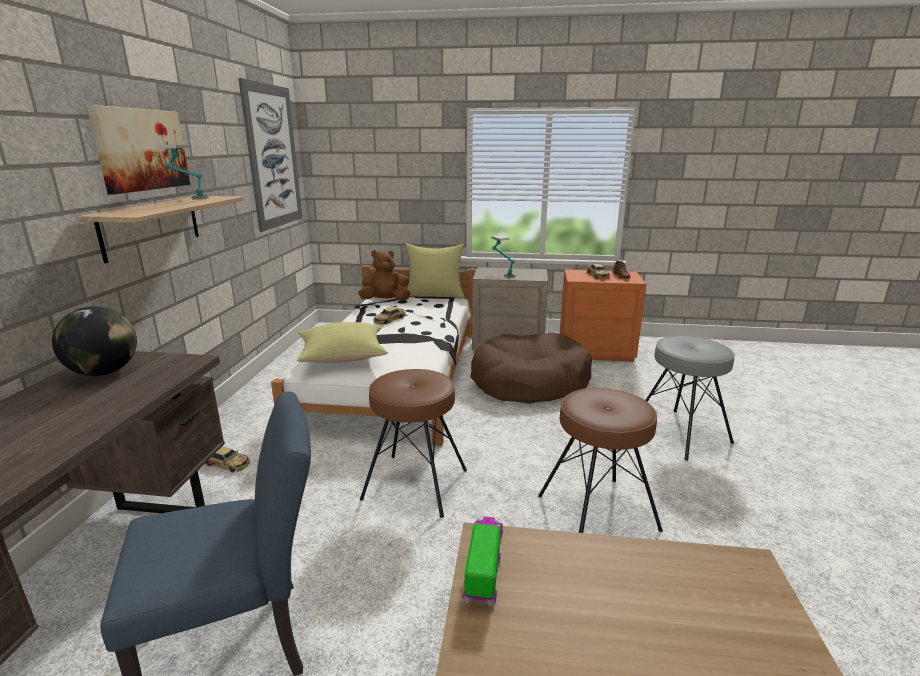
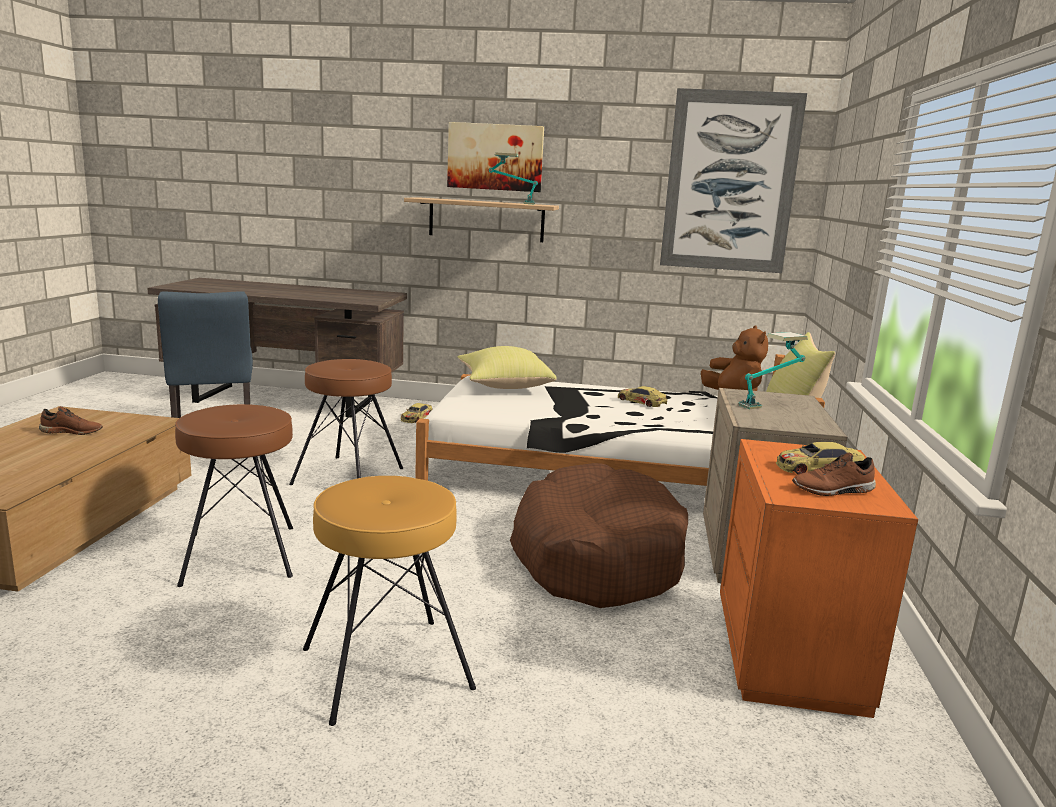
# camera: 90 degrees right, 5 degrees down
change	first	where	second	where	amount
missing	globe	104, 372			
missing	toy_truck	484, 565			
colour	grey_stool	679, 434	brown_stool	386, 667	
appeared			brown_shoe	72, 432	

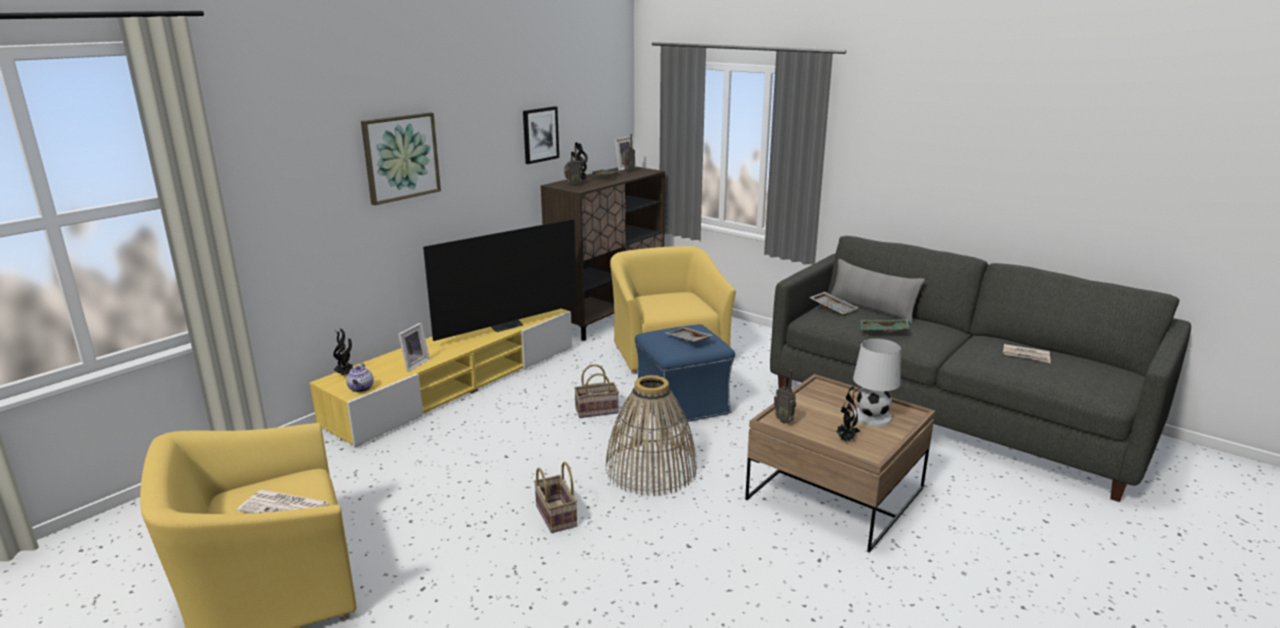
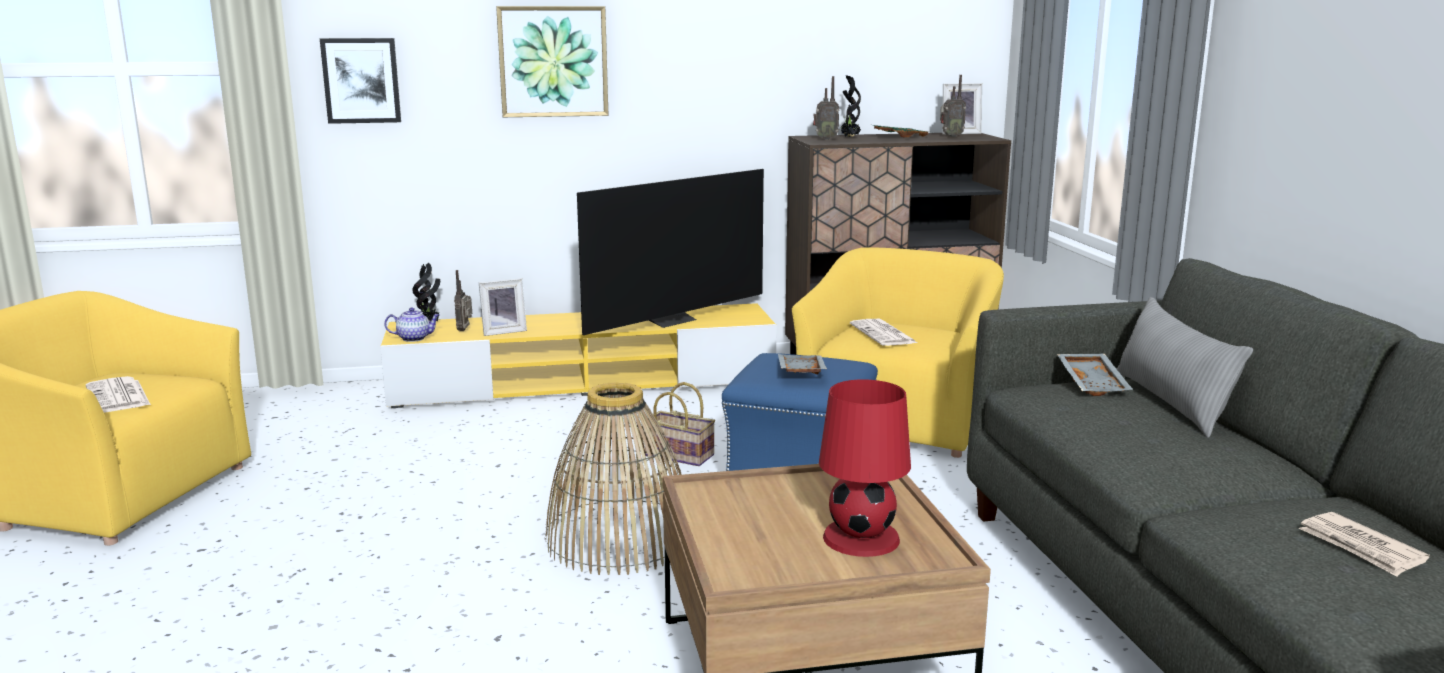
# camera: 40 degrees right, 5 degrees down
change	first	where	second	where	amount
spun	teapot	361, 389		414, 338	135 degrees counterclockwise
spun	television	505, 325		670, 320	45 degrees counterclockwise
relocated	picture	540, 134		361, 80	
missing	basket	554, 515			
relocated	radio	784, 420		465, 330	
missing	potted_plant	846, 440			
colour	white_table_lamp	871, 416	red_table_lamp	861, 538	
missing	green_tray	883, 331			
appeared			newspaper	884, 334	

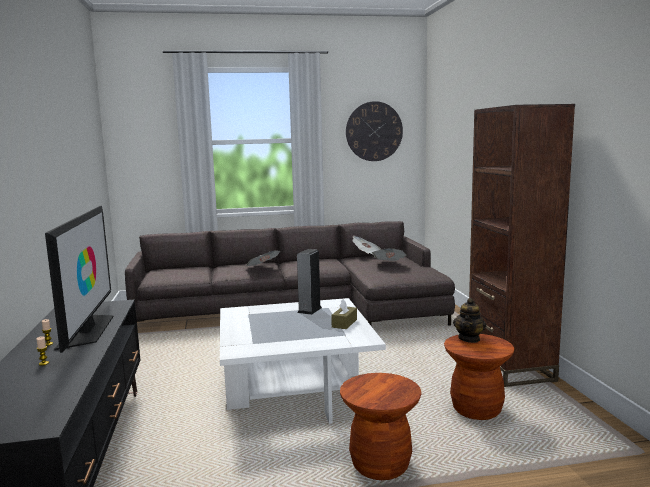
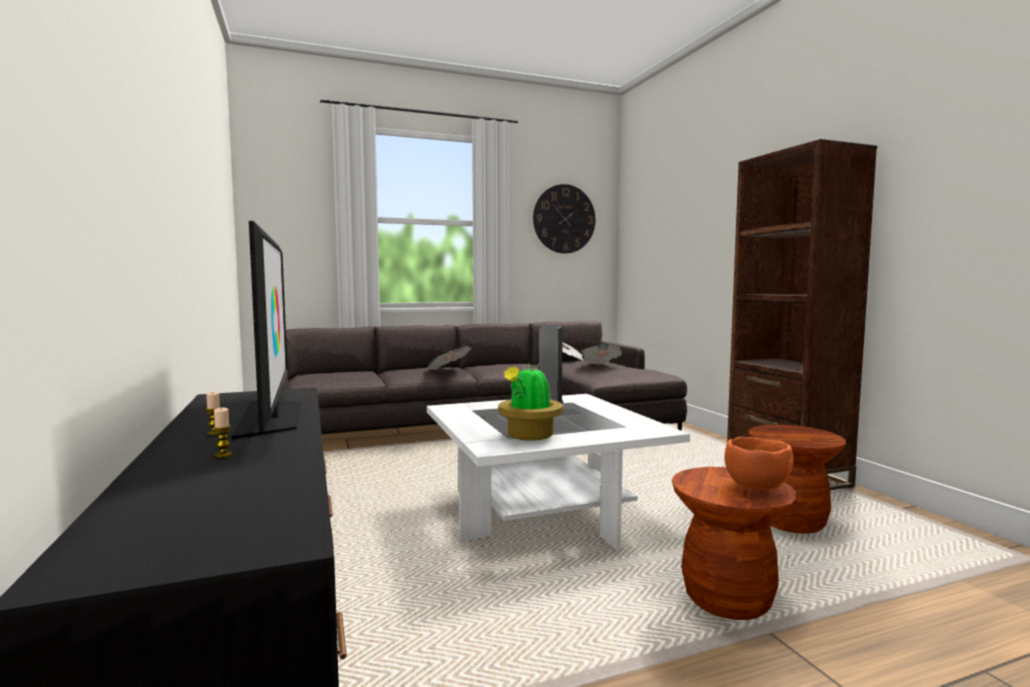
# camera: 10 degrees left, 5 degrees down
change	first	where	second	where	amount
missing	brown_tissue_box	344, 323			
missing	teapot	469, 339			
appeared			potted_plant	529, 436	
appeared			orange_bowl	757, 488	

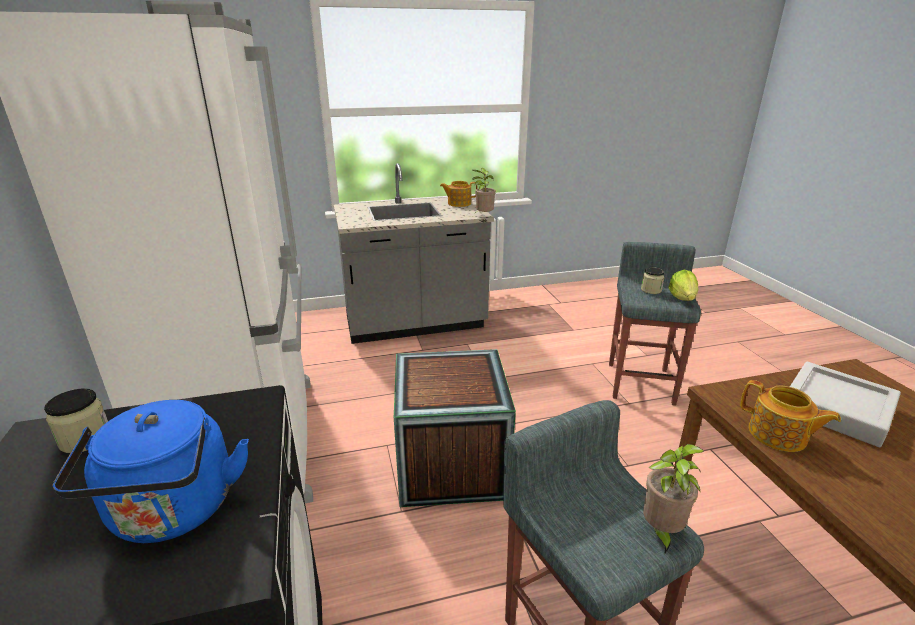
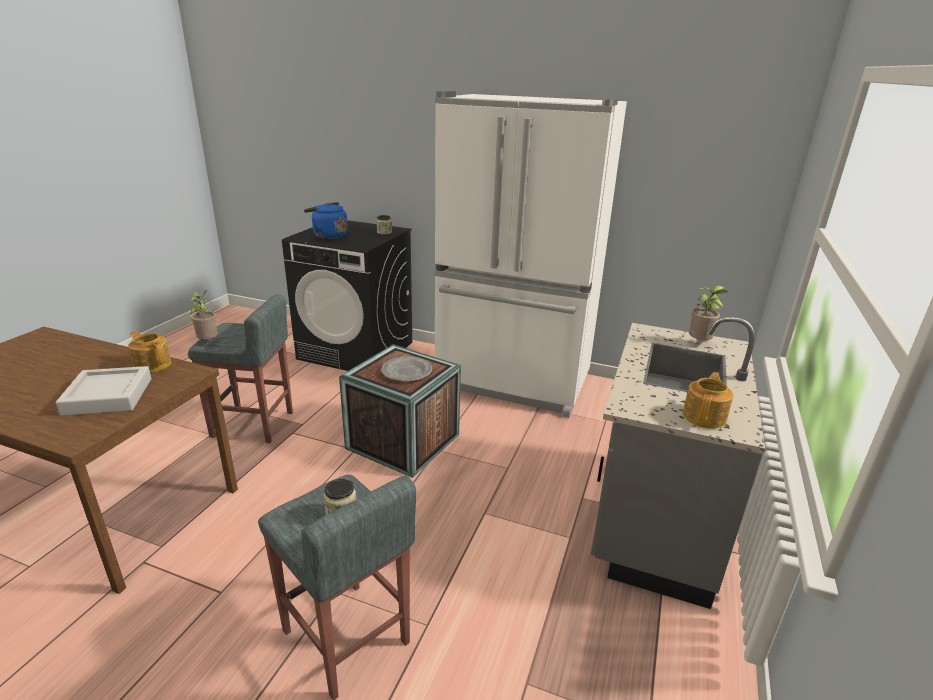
# camera: 125 degrees right, 0 degrees up
change	first	where	second	where	amount
relocated	potted_plant	483, 216		700, 344	
missing	lettuce	682, 298			
spun	teapot	778, 435		152, 364	45 degrees clockwise
appeared			grey_plate	407, 372	

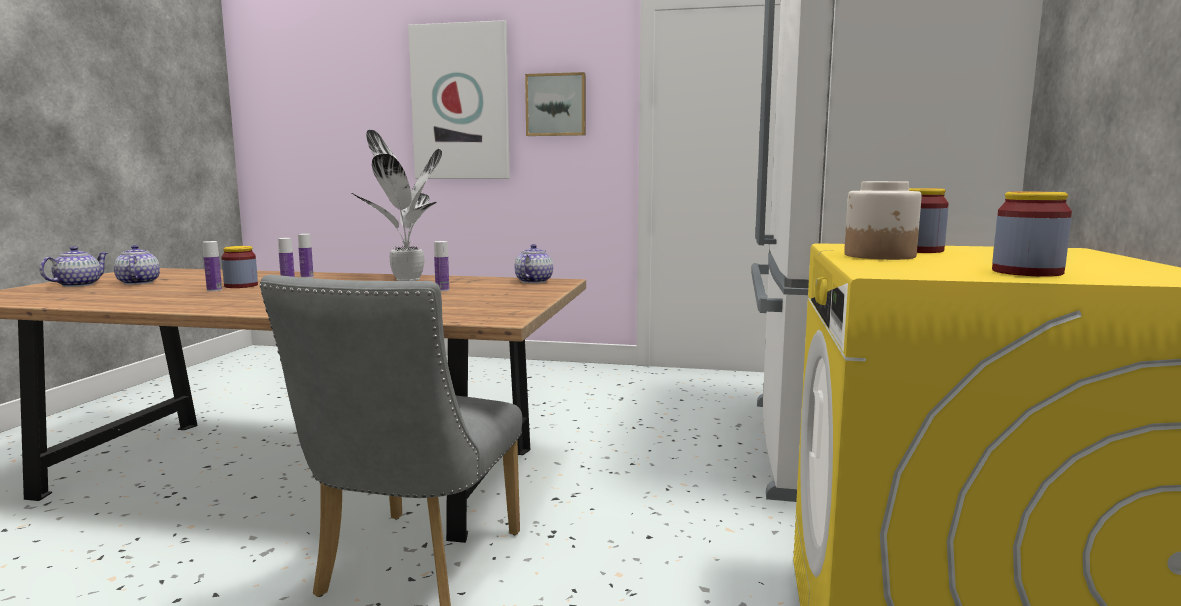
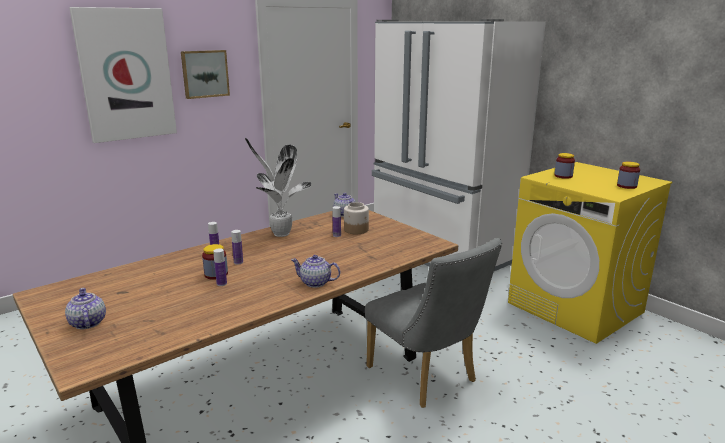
# camera: 50 degrees left, 10 degrees up
change	first	where	second	where	amount
relocated	teapot	138, 282		316, 283	
relocated	jar	880, 256		356, 230	

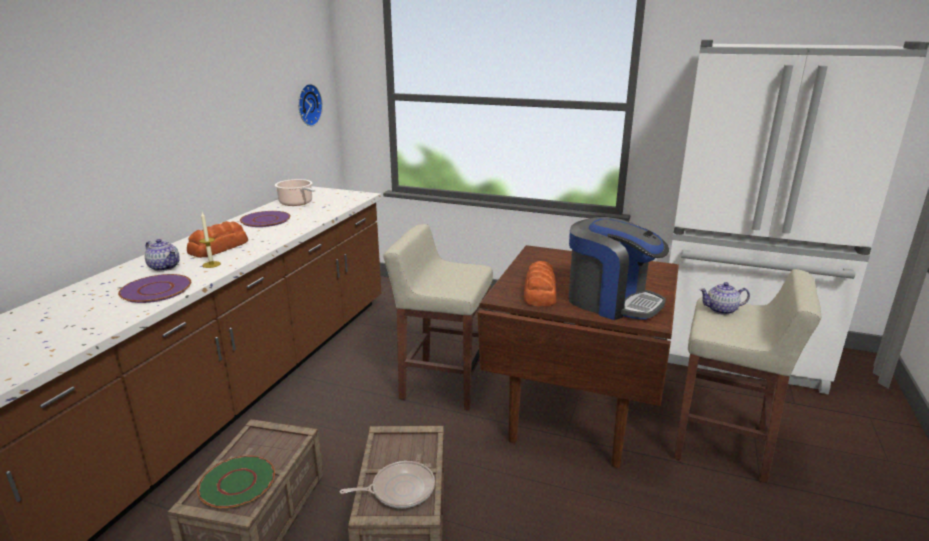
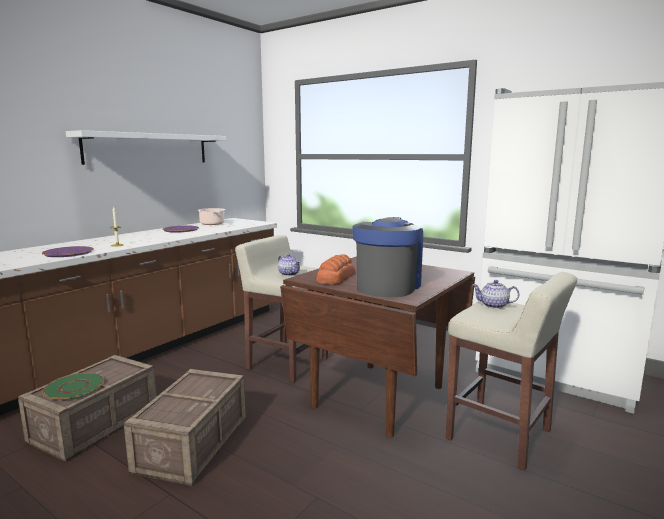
# camera: 15 degrees right, 10 degrees down
change	first	where	second	where	amount
relocated	teapot	164, 267		289, 274	
missing	bread	219, 248			
missing	wall_clock	307, 105			
missing	frying_pan	399, 489			
spun	coffee_machine	611, 301		387, 286	120 degrees counterclockwise
appeared			white_shelf	148, 148	

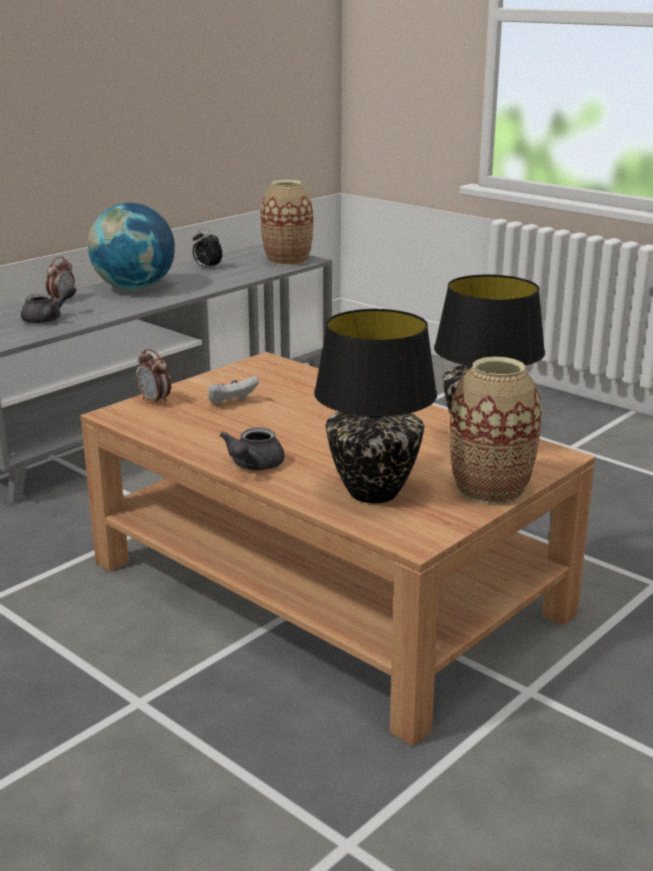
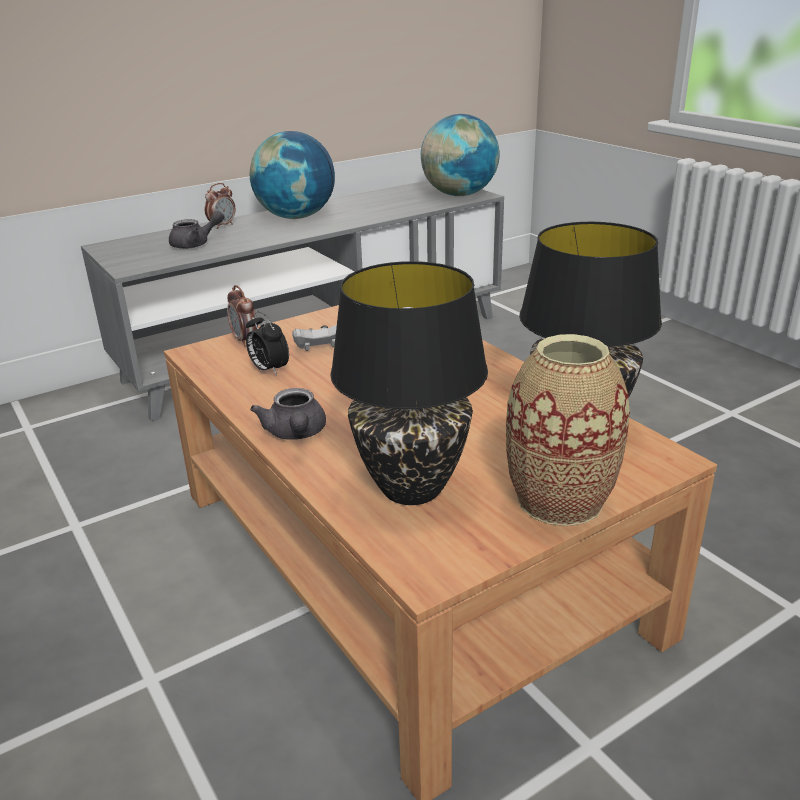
# camera: 15 degrees right, 5 degrees up
change	first	where	second	where	amount
relocated	alarm_clock	207, 267		268, 370	
spun	grey_teapot	253, 466		295, 434	45 degrees counterclockwise
exchanged	vase	287, 260	globe	459, 195	

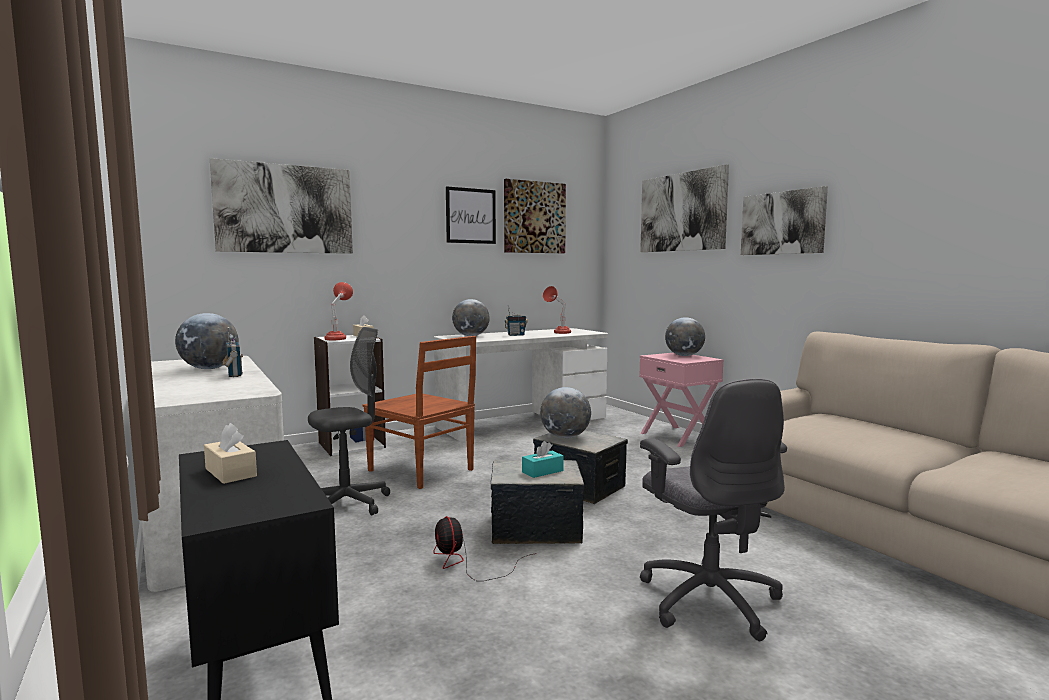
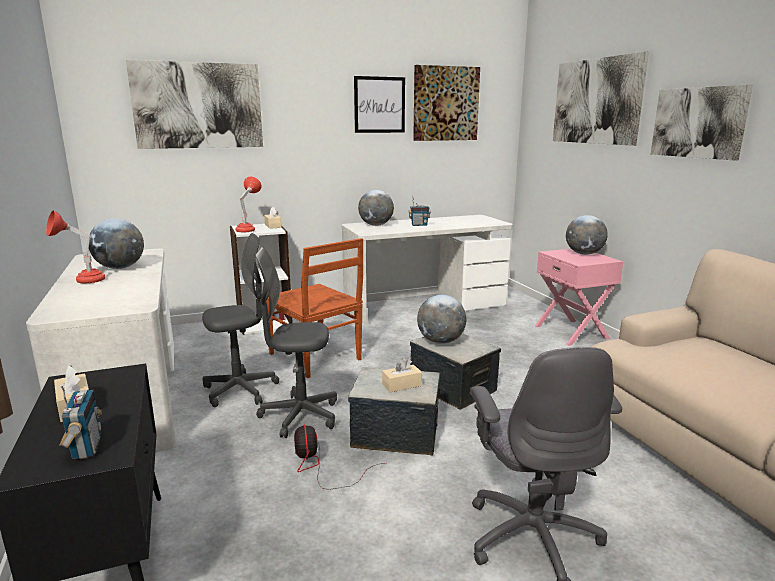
# camera: 10 degrees right, 10 degrees up
change	first	where	second	where	amount
relocated	radio	234, 375		86, 448	
colour	turquoise_tissue_box	542, 471	beige_tissue_box	402, 385	
relocated	red_table_lamp	558, 333		82, 281	
appeared			grey_office_chair	300, 416	

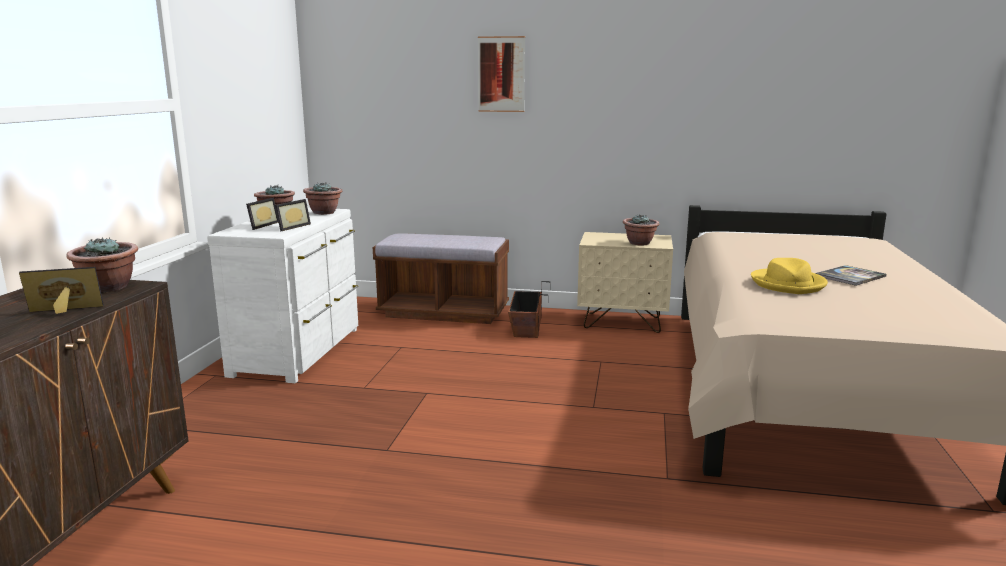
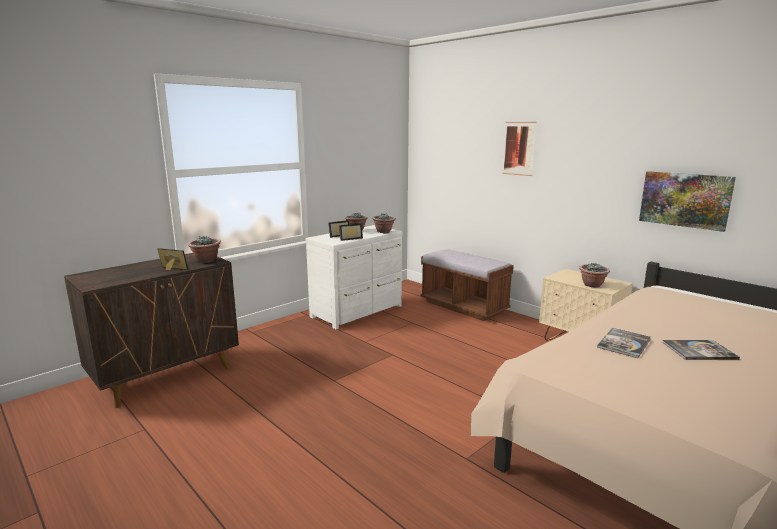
# camera: 35 degrees right, 0 degrees up
change	first	where	second	where	amount
missing	planter	526, 327			
exchanged	yellow_hat	788, 284	book	624, 343	
appeared			picture	684, 200	

